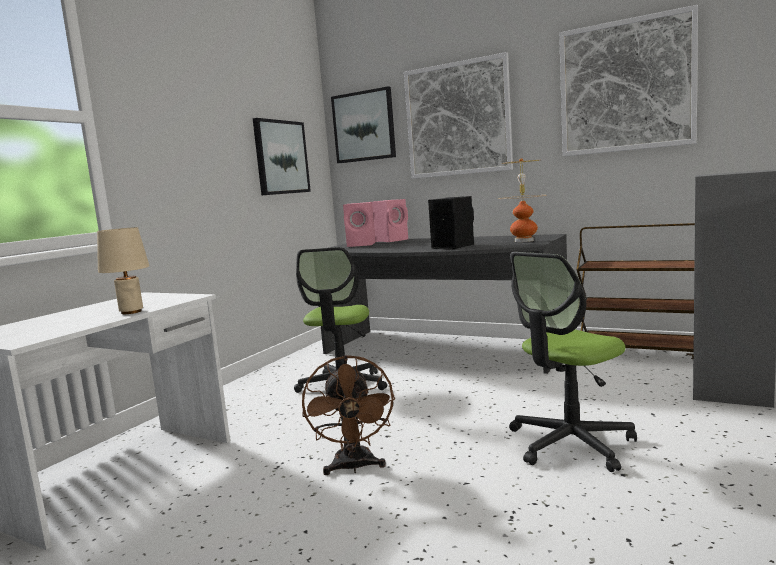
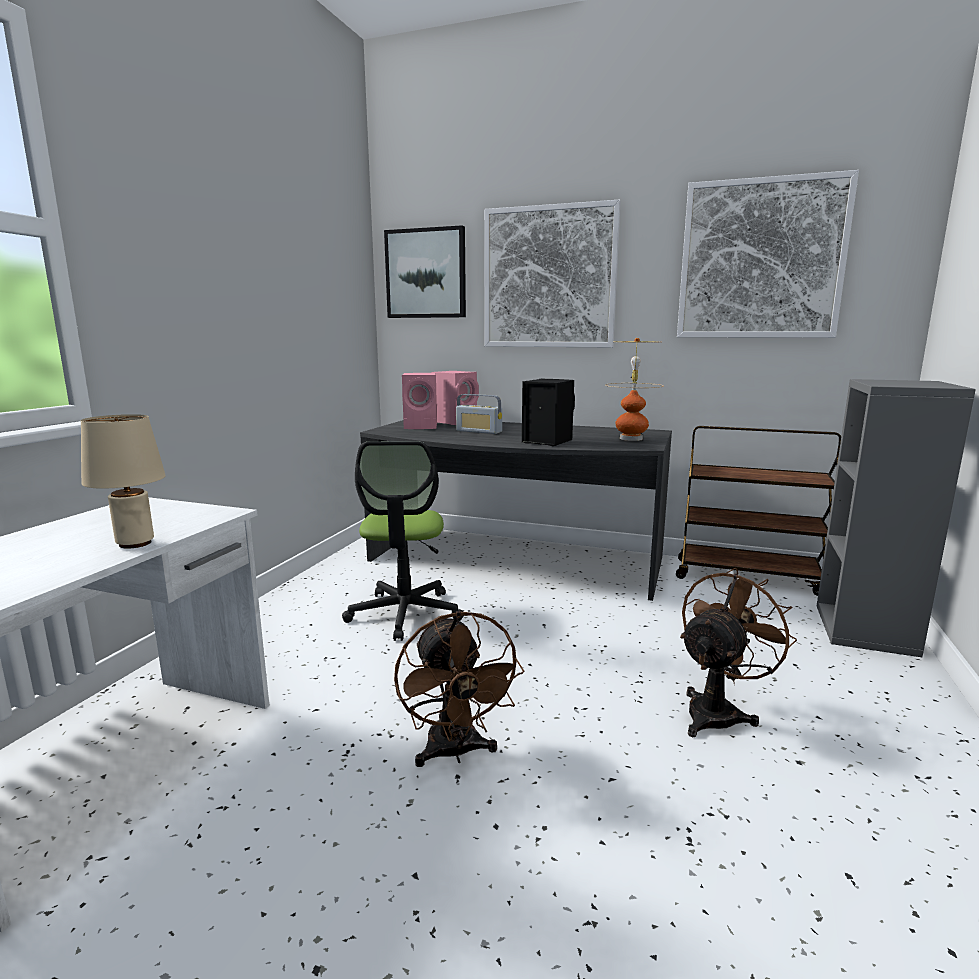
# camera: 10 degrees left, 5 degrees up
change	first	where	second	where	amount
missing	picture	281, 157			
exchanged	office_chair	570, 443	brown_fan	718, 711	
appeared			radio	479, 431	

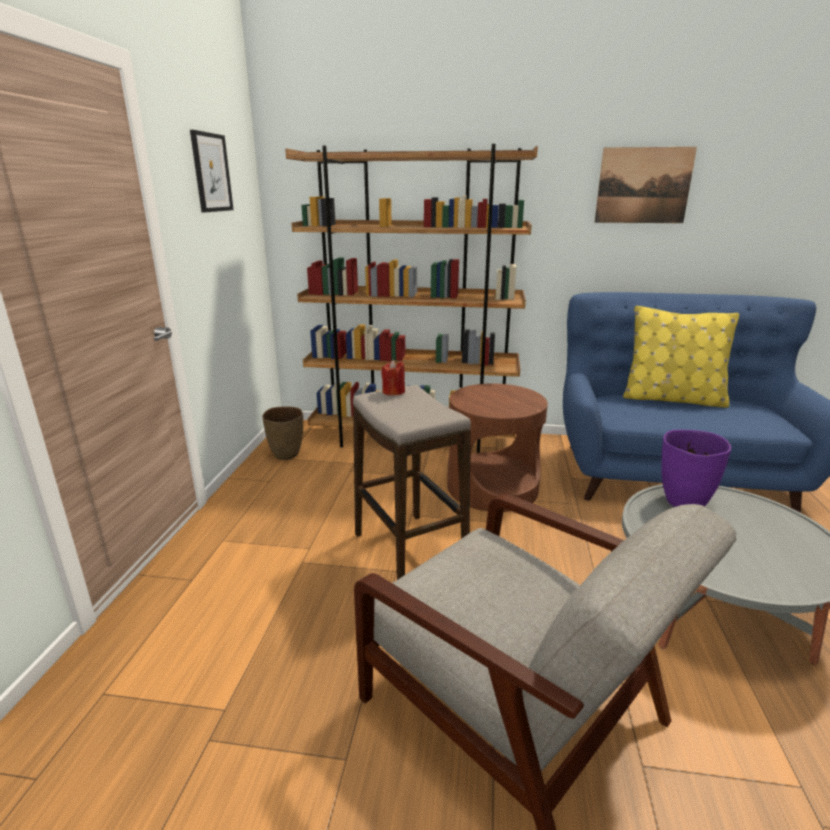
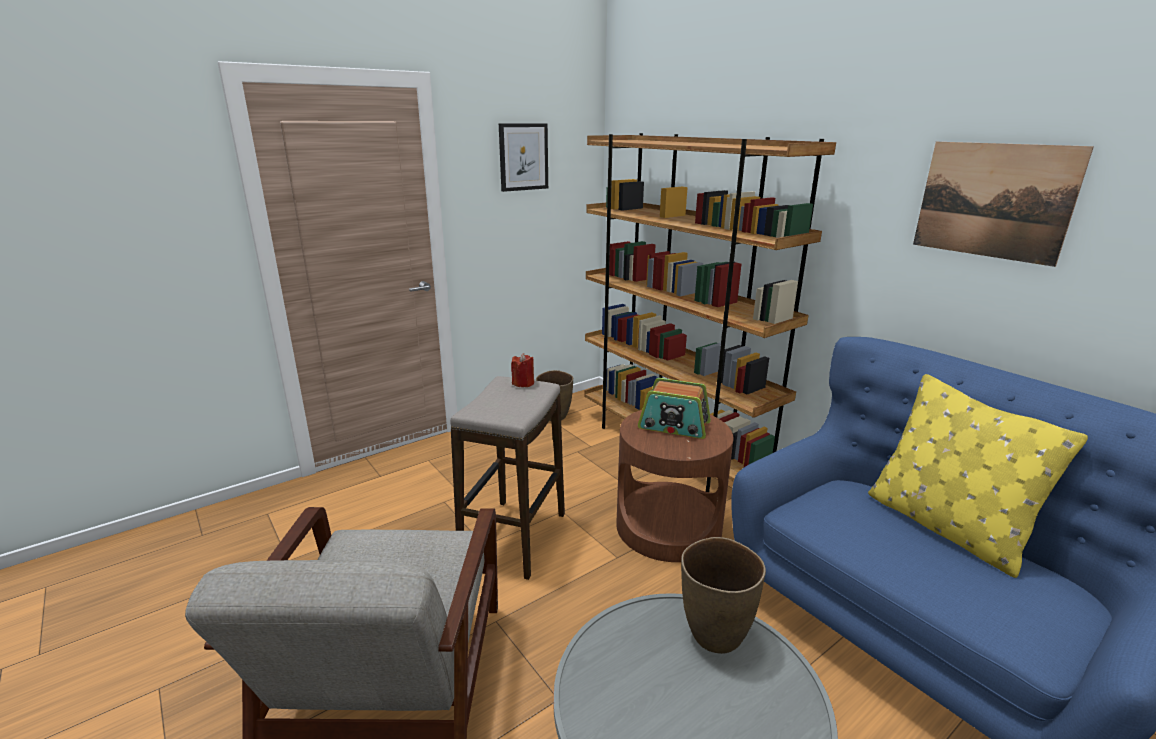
# camera: 45 degrees right, 0 degrees up
change	first	where	second	where	amount
colour	purple_vase	683, 502	brown_vase	714, 635	
appeared			radio	674, 425	

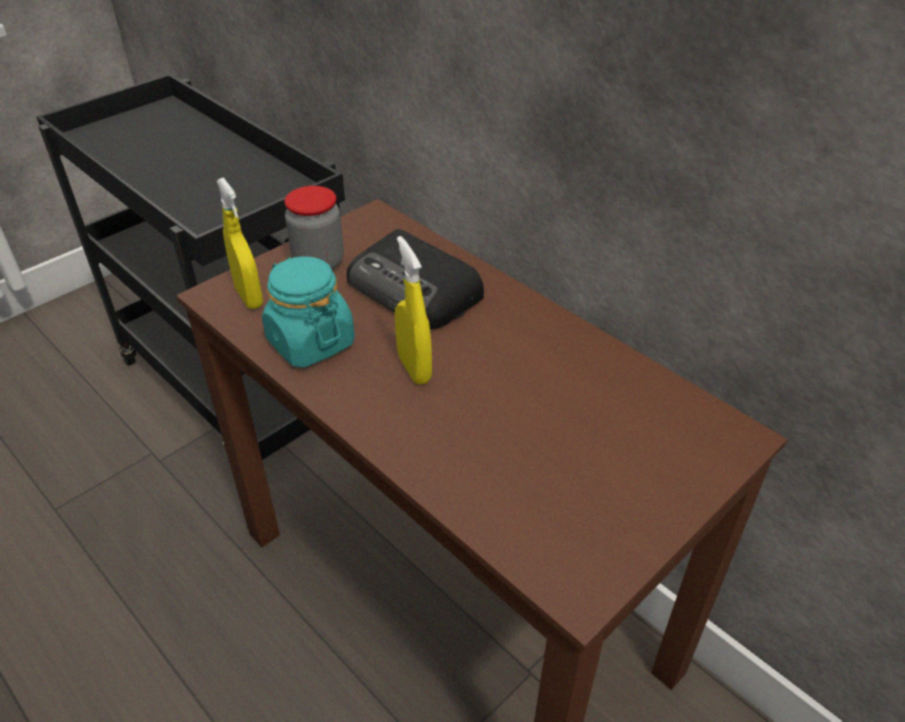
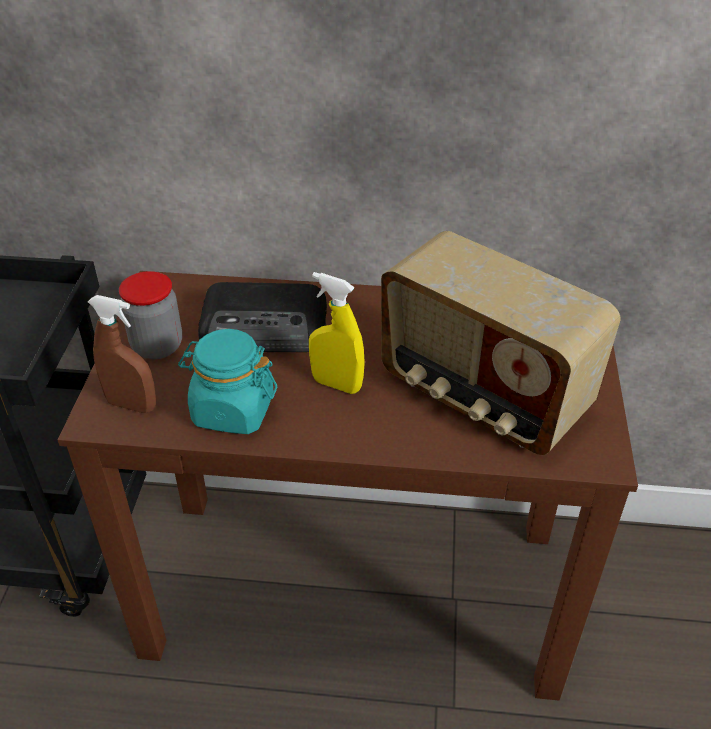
# camera: 40 degrees left, 0 degrees up
change	first	where	second	where	amount
colour	yellow_spray_bottle	249, 297	brown_spray_bottle	132, 405	
appeared			radio	482, 396	

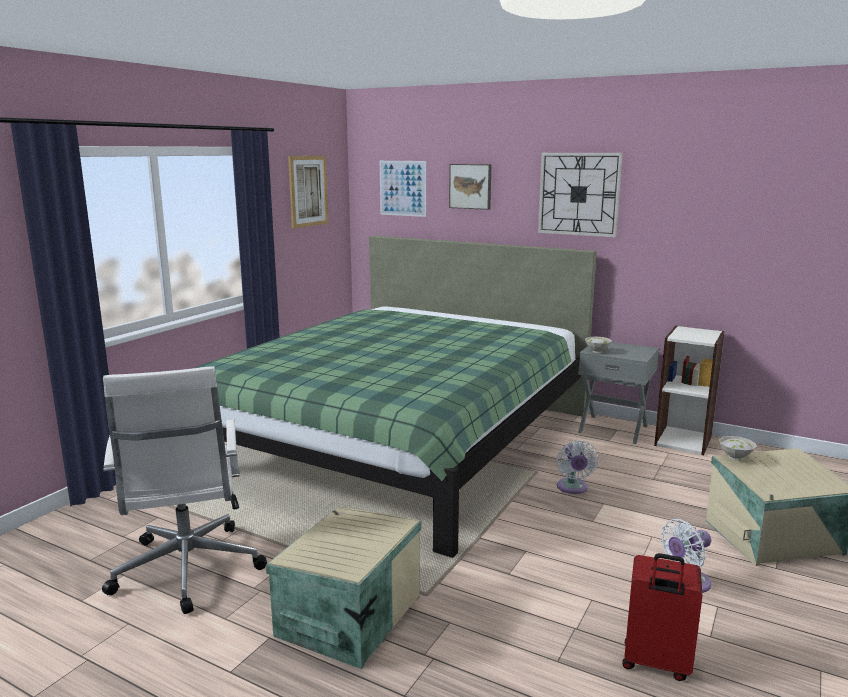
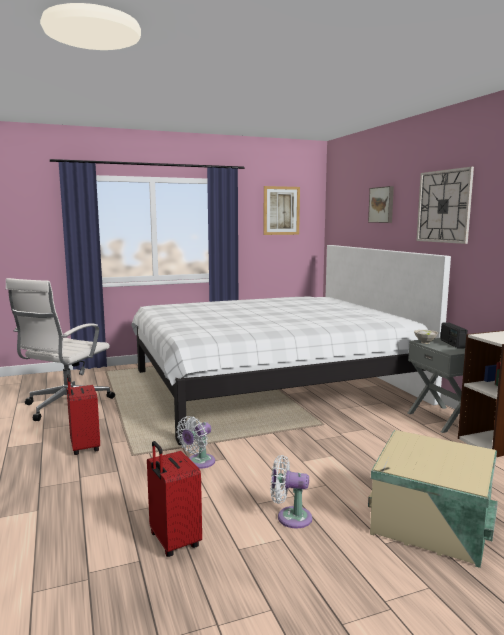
# camera: 40 degrees right, 5 degrees down
change	first	where	second	where	amount
colour	green_bed	400, 441	white_bed	271, 385	
exchanged	beige_storage_box	346, 616	red_suitcase	84, 448	
missing	picture	402, 188			
relocated	white_fan	572, 488		198, 463	
missing	white_bowl	735, 458			
appeared			radio	452, 344	

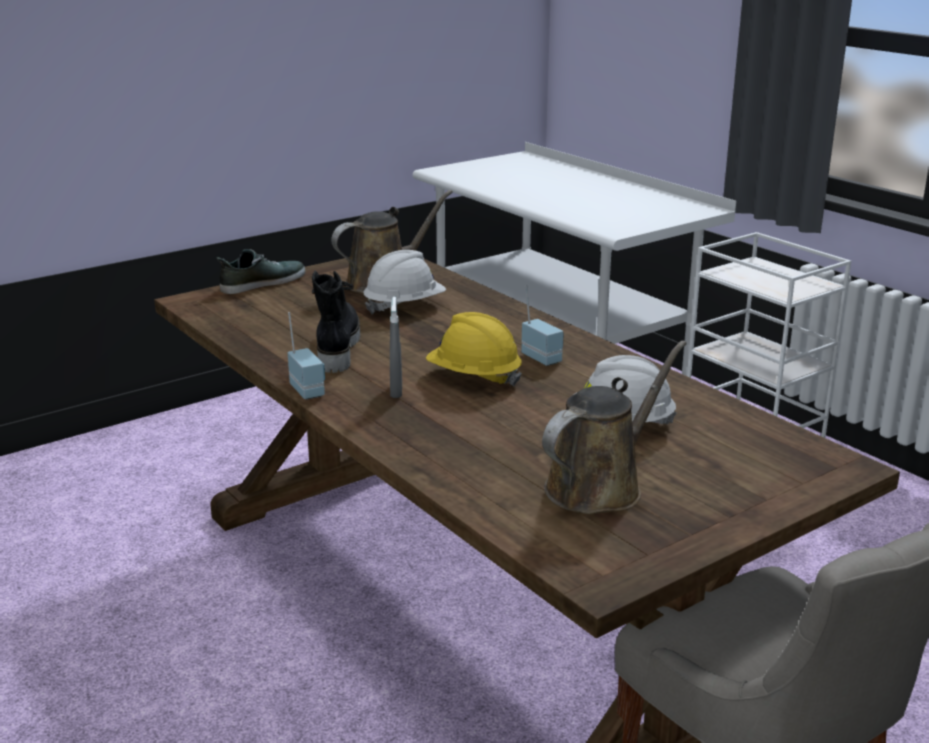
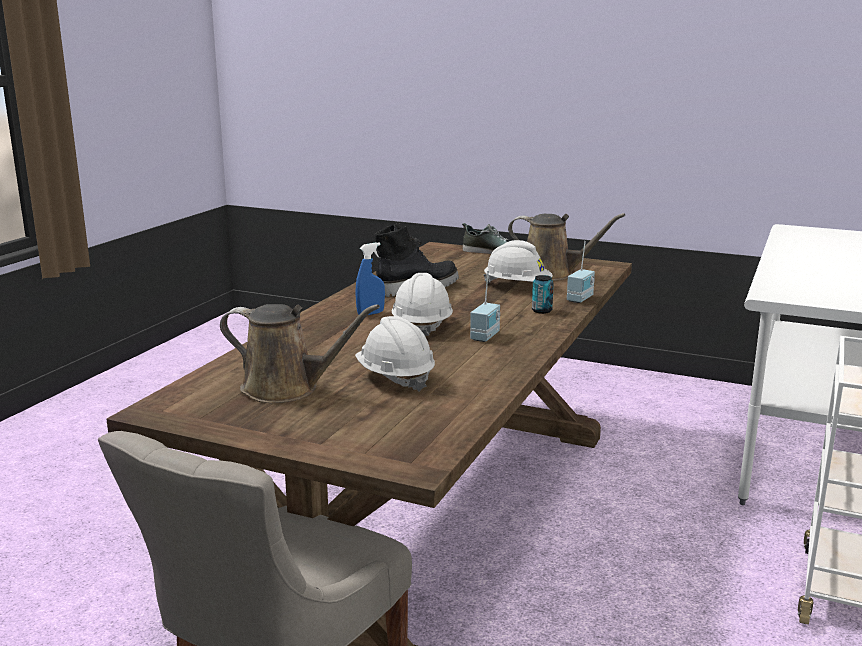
# camera: 60 degrees right, 5 degrees down
change	first	where	second	where	amount
relocated	radio	308, 390		581, 299	
colour	grey_spray_bottle	396, 391	blue_spray_bottle	370, 313	
colour	yellow_hard_hat	474, 377	white_hard_hat	422, 326	
appeared			can	542, 311	

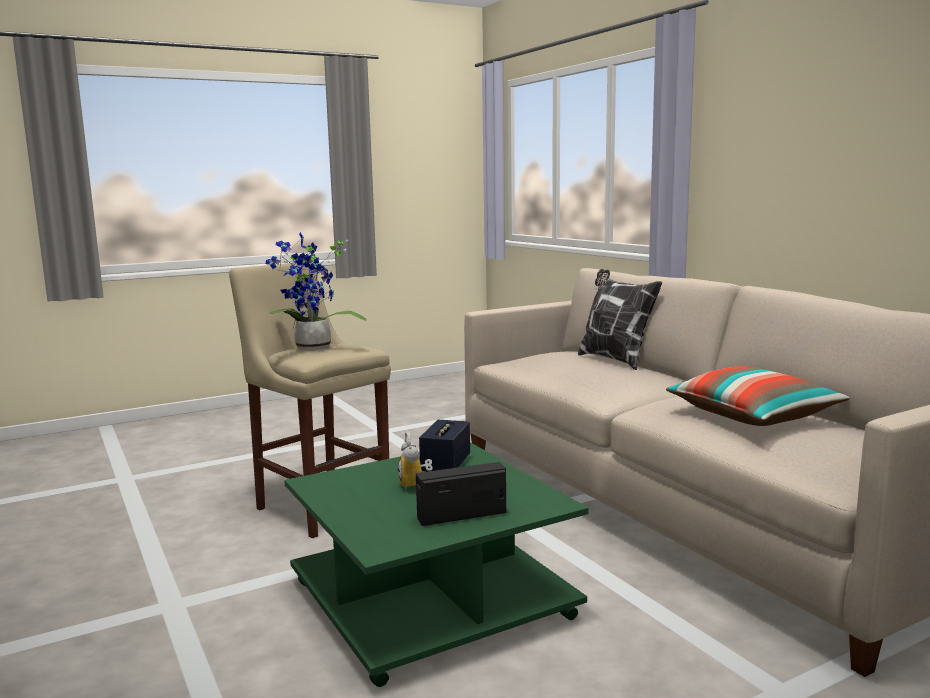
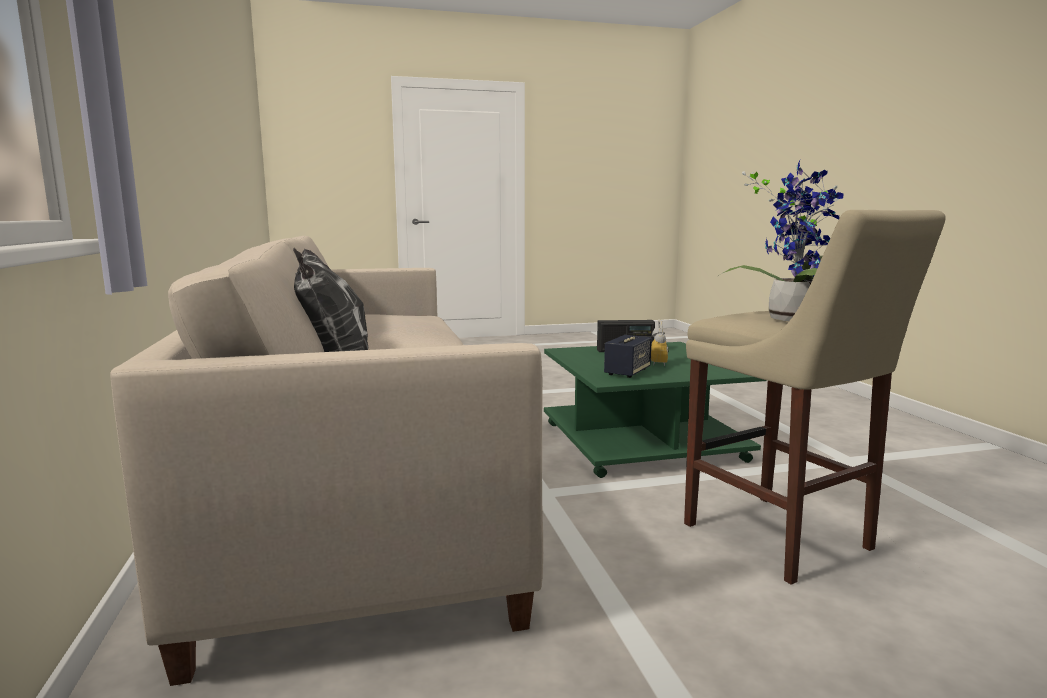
# camera: 165 degrees left, 0 degrees up
change	first	where	second	where	amount
missing	pillow	752, 416			

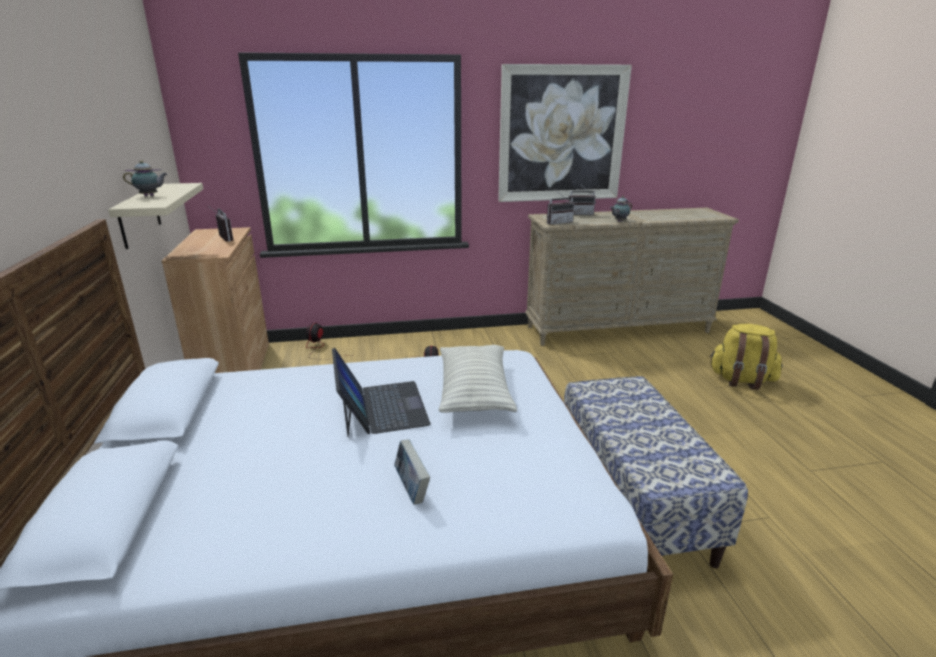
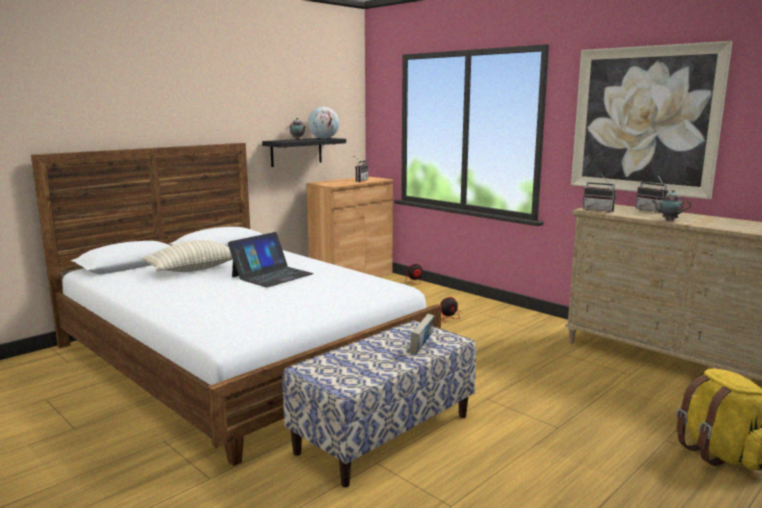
# camera: 55 degrees right, 10 degrees down
change	first	where	second	where	amount
colour	beige_shelf	139, 215	black_shelf	296, 152	
relocated	book	412, 489		421, 348	
relocated	pillow	474, 392		194, 269	
appeared			globe	323, 138	

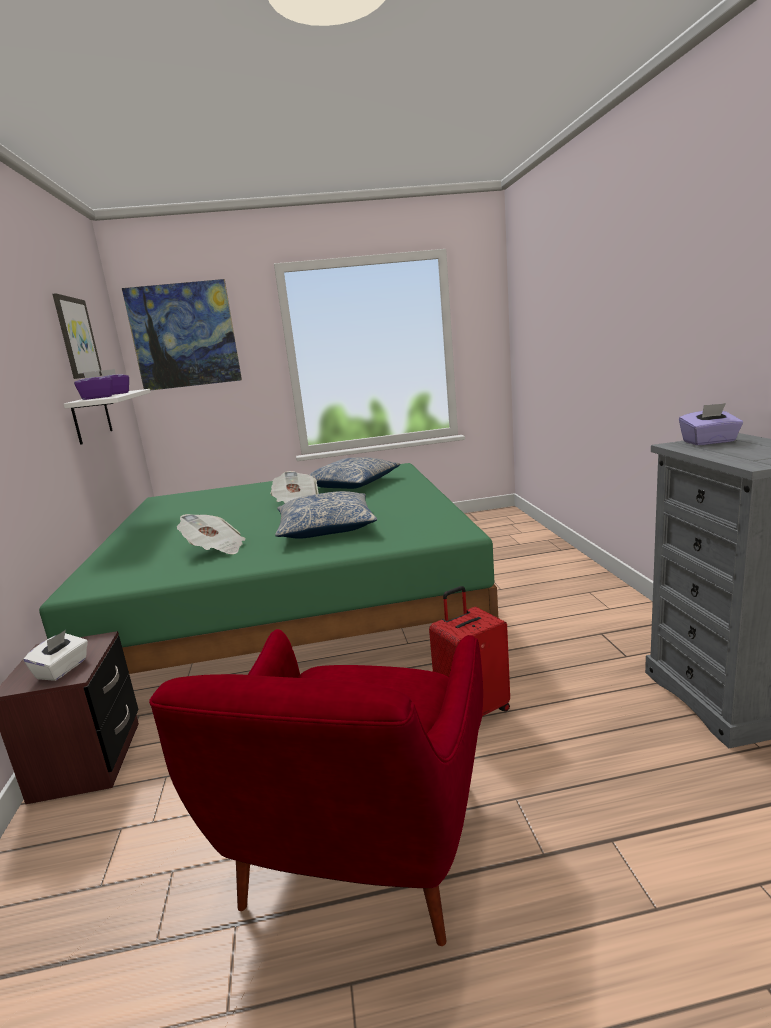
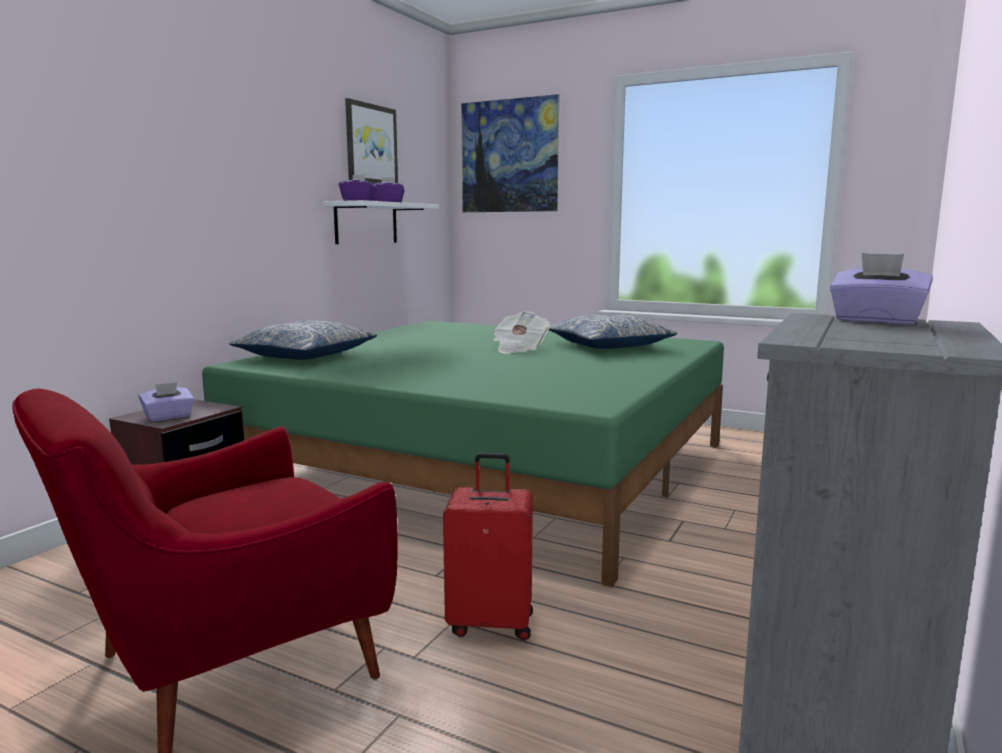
# camera: 35 degrees right, 5 degrees down
change	first	where	second	where	amount
colour	white_tissue_box	62, 669	purple_tissue_box	168, 417	
missing	newspaper	215, 549			
relocated	pillow	326, 528		305, 355	

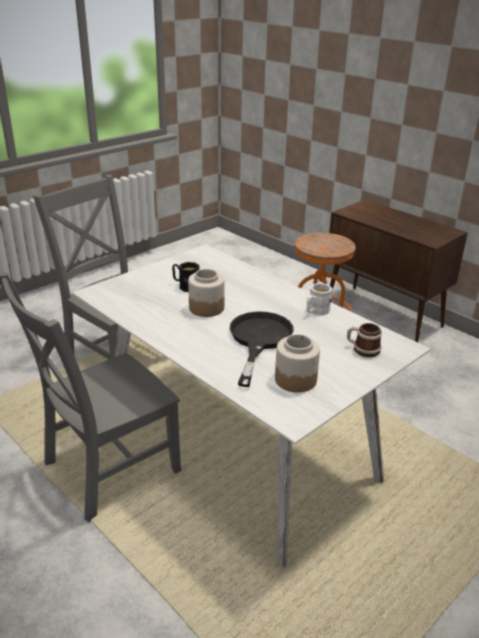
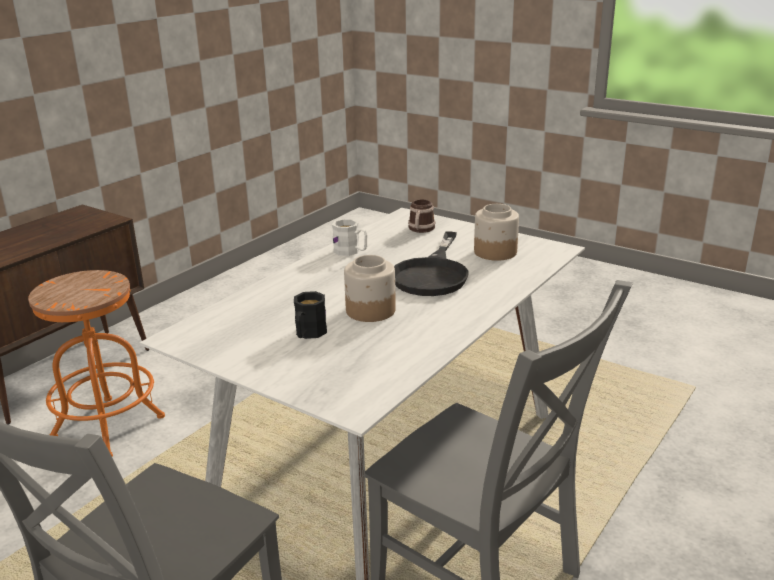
# camera: 100 degrees left, 5 degrees down
change	first	where	second	where	amount
spun	black_frying_pan	258, 340		432, 274	75 degrees counterclockwise

